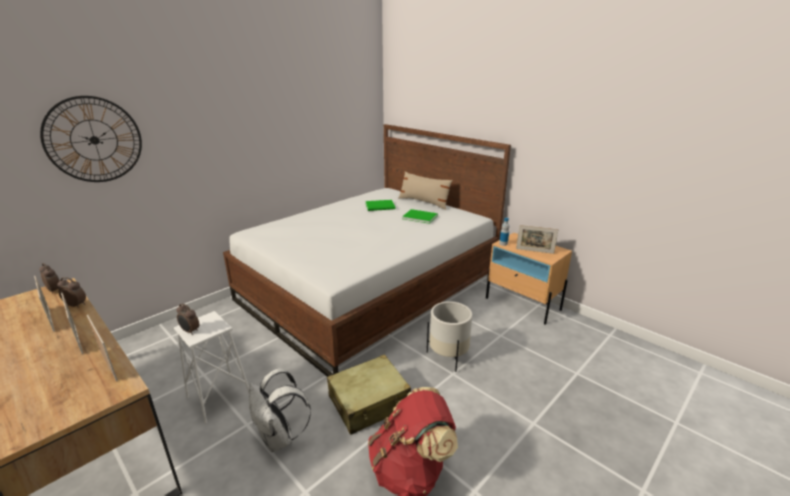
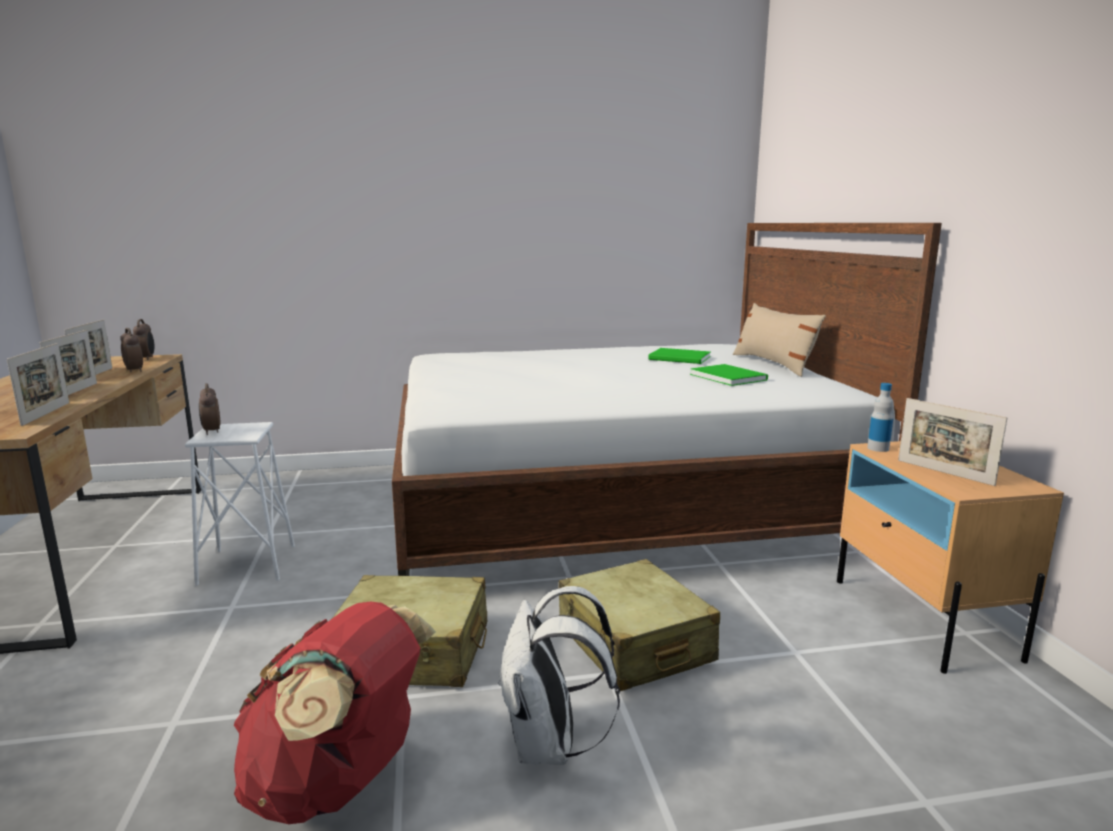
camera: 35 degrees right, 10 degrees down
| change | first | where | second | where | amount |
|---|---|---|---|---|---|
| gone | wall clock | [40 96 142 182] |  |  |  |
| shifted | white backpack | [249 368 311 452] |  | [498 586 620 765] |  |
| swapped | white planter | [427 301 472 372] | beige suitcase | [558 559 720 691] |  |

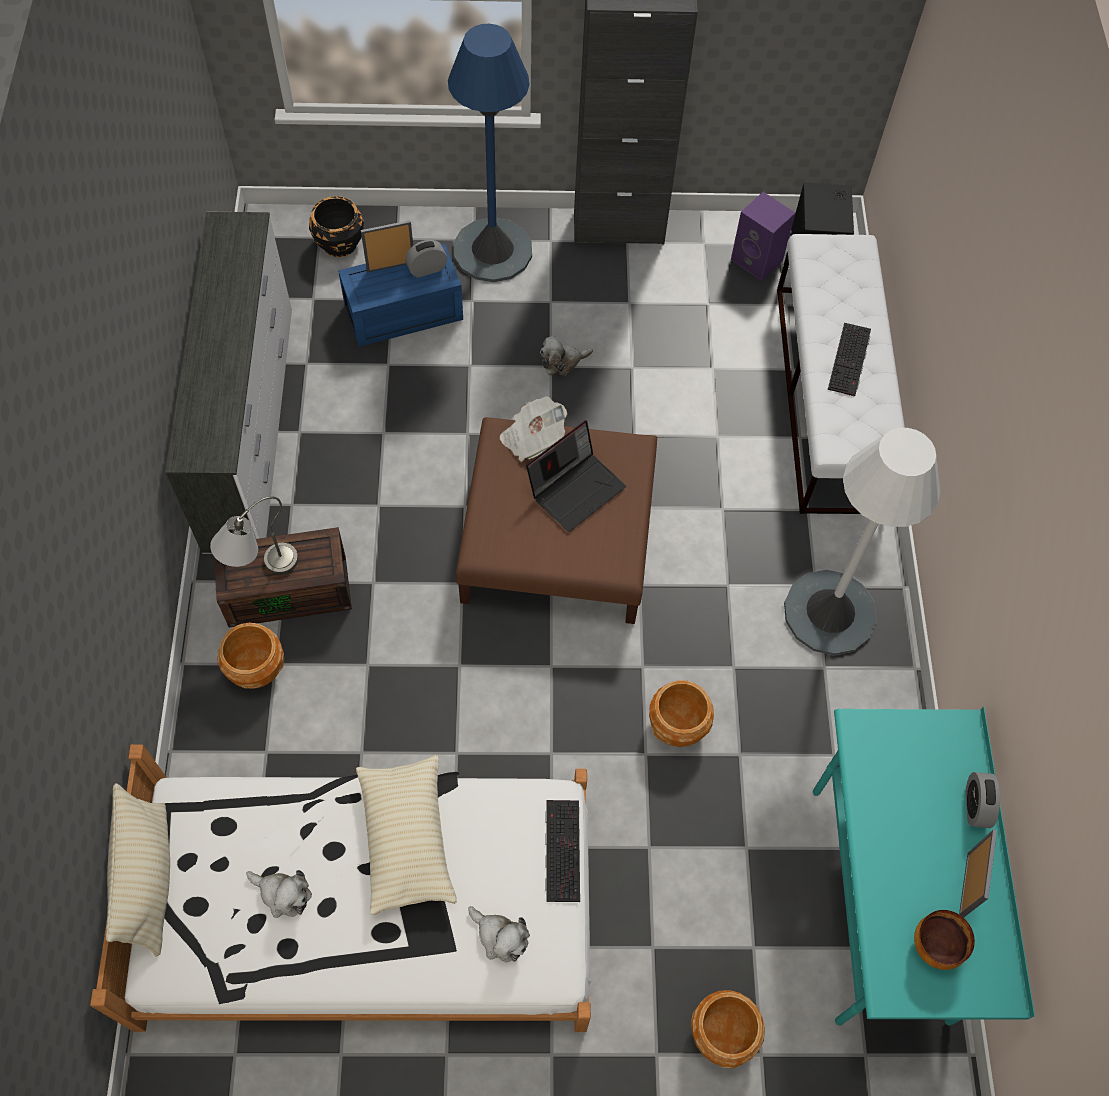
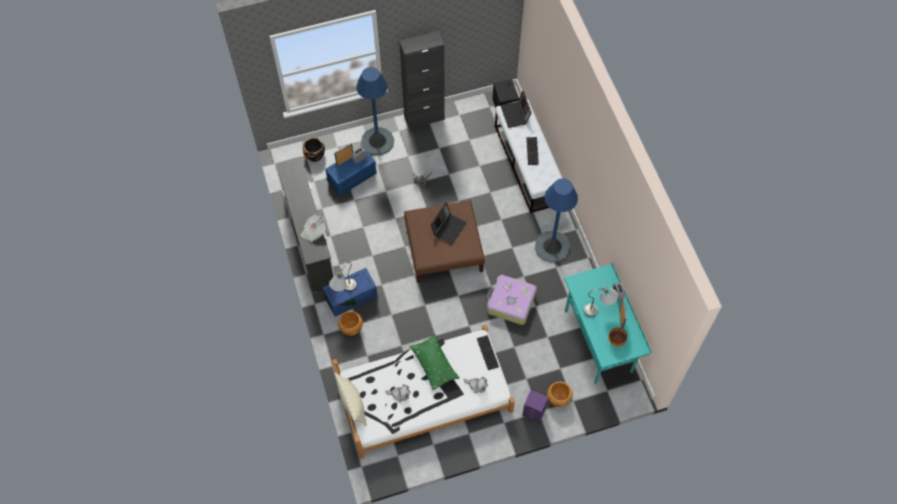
camera: 15 degrees left, 0 degrees up
| change | first | where | second | where | amount |
|---|---|---|---|---|---|
| repainted | brown storage box | [214 527 352 628] | blue storage box | [323 268 378 317] |  |
| repainted | beige pillow | [356 755 457 915] | green pillow | [409 334 459 390] |  |
| shifted | newspaper | [500 397 568 462] |  | [301 215 326 242] |  |
| swapped | brown planter | [649 680 714 747] | suitcase | [487 275 537 325] |  |
| shifted | purple speaker | [731 192 795 281] |  | [522 390 548 423] |  |
| repainted | white floor lamp | [784 428 940 656] | blue floor lamp | [535 178 578 262] |  |
| new |  |  | laptop | [501 91 531 128] |  |
| new |  |  | grey table lamp | [584 287 618 317] |  |

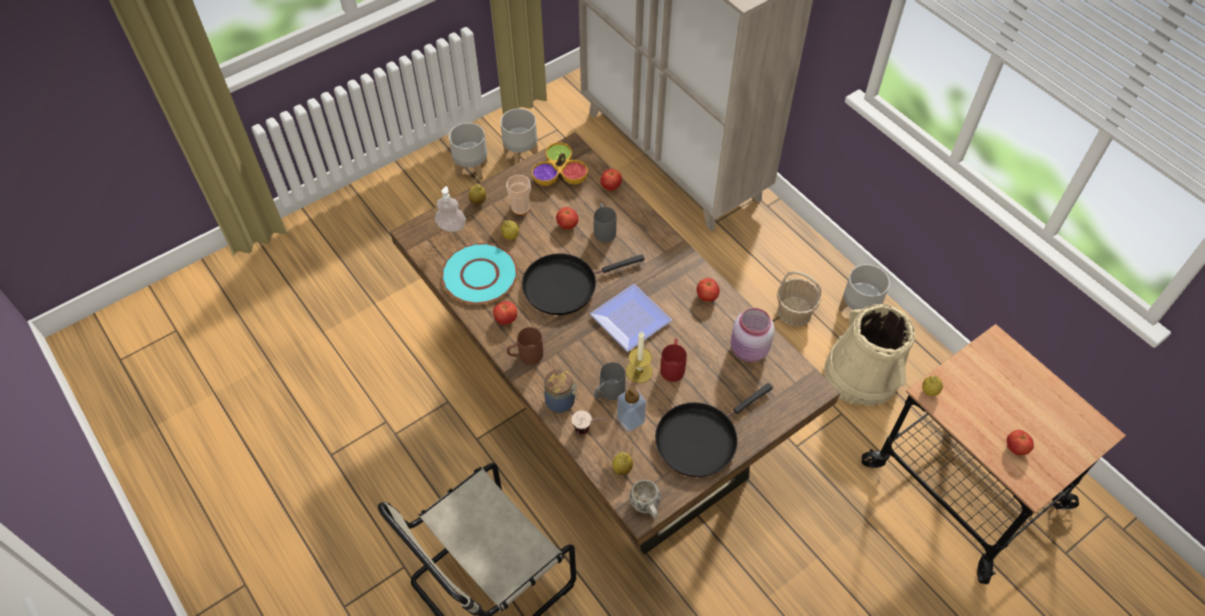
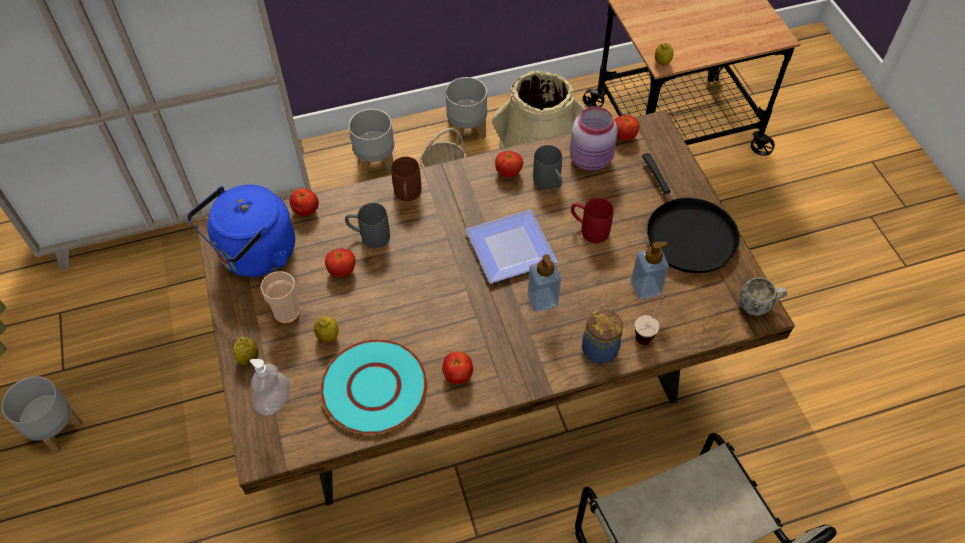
camera: 70 degrees left, 0 degrees up
| change | first | where | second | where | amount |
|---|---|---|---|---|---|
| shifted | grey planter | [500 108 538 164] |  | [349 109 394 177] |  |
| shifted | brown mug | [507 327 543 365] |  | [391 157 421 202] |  |
| gone | black frying pan | [522 253 645 315] |  |  |  |
| swapped | bowl | [532 142 588 186] | blue kettle | [187 185 295 277] |  |
| shifted | grey mug | [594 362 625 400] |  | [533 145 562 190] |  |
| gone | lemon | [613 452 633 475] |  |  |  |
| gone | candle | [626 331 653 383] |  |  |  |
| shifted | tomato | [1007 430 1034 455] |  | [615 115 639 141] |  |
| new |  |  | soap dispenser | [528 254 561 312] |  |

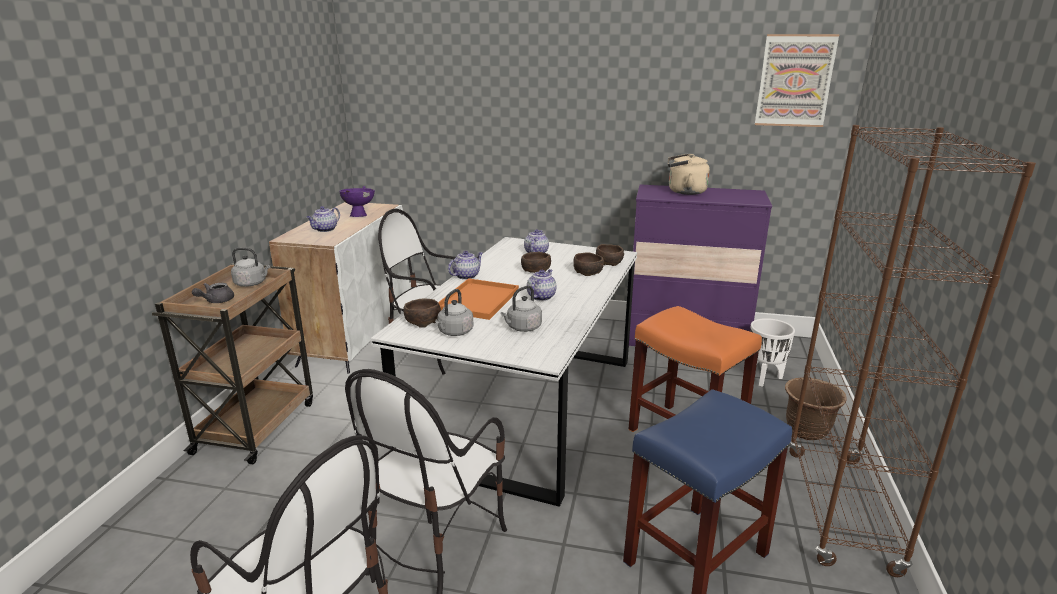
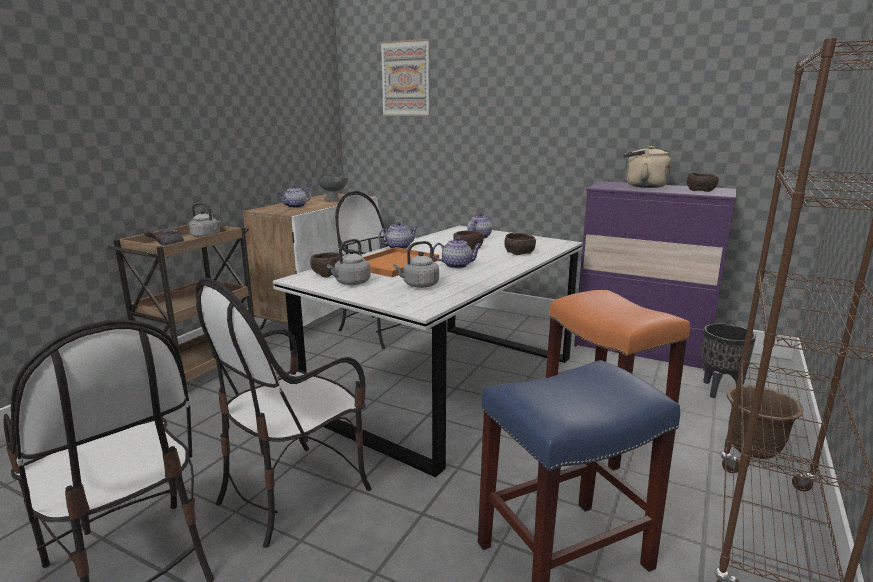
camera: 15 degrees right, 5 degrees down
| change | first | where | second | where | amount |
|---|---|---|---|---|---|
| repainted | purple bowl | [339 186 375 217] | grey bowl | [317 175 348 201] |  |
| rotated | teapot | [527 269 556 301] |  | [433 237 482 269] | 45 degrees clockwise |
| shifted | brown bowl | [596 244 624 266] |  | [687 173 719 192] |  |
| repainted | white planter | [750 318 795 387] | black planter | [701 323 756 398] |  |
| shifted | picture | [755 34 840 127] |  | [380 39 430 116] |  |

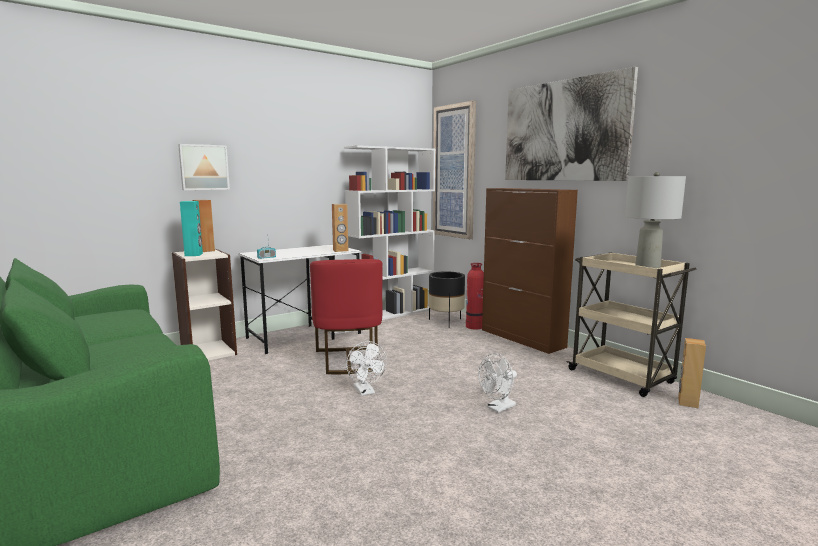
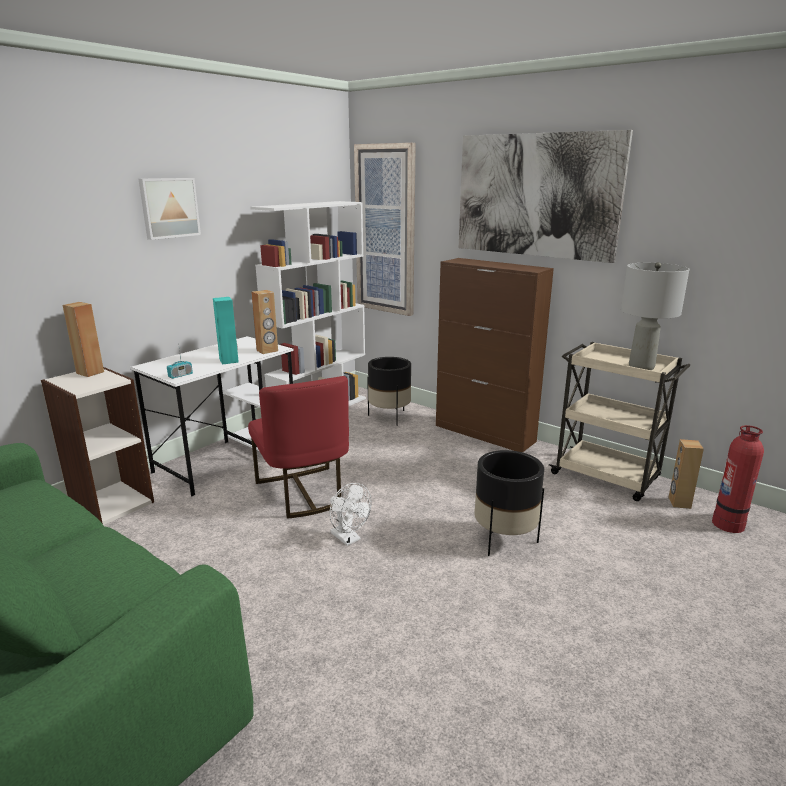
camera: 15 degrees left, 10 degrees up
| change | first | where | second | where | amount |
|---|---|---|---|---|---|
| shifted | picture | [178 144 230 190] |  | [138 178 201 240] |  |
| shifted | turquoise speaker | [180 201 203 256] |  | [213 297 239 365] |  |
| shifted | fire extinguisher | [466 263 484 329] |  | [712 425 764 533] |  |
| swapped | white fan | [479 353 517 413] | black planter | [474 450 544 556] |  |

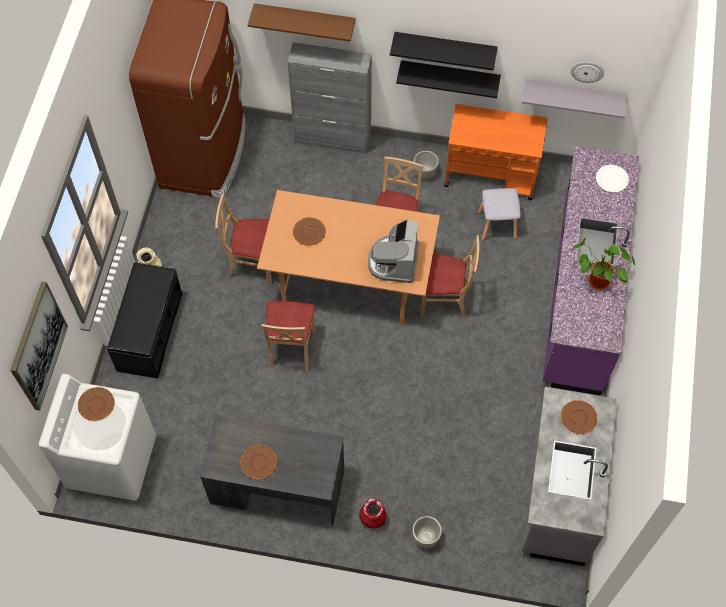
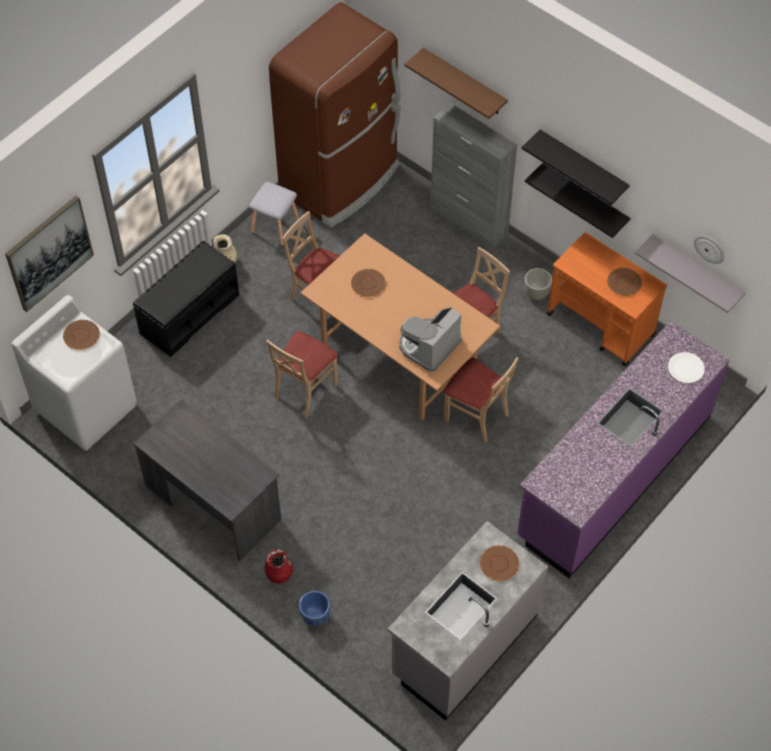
camera: 30 degrees right, 5 degrees down
| change | first | where | second | where | amount |
|---|---|---|---|---|---|
| shifted | brown plate | [241 445 277 479] |  | [607 268 642 296] |  |
| repainted | grey planter | [412 516 442 548] | blue planter | [299 591 330 626] |  |
| shifted | grey stool | [478 188 521 242] |  | [249 182 299 246] |  |
| gone | potted plant | [573 237 635 290] |  |  |  |

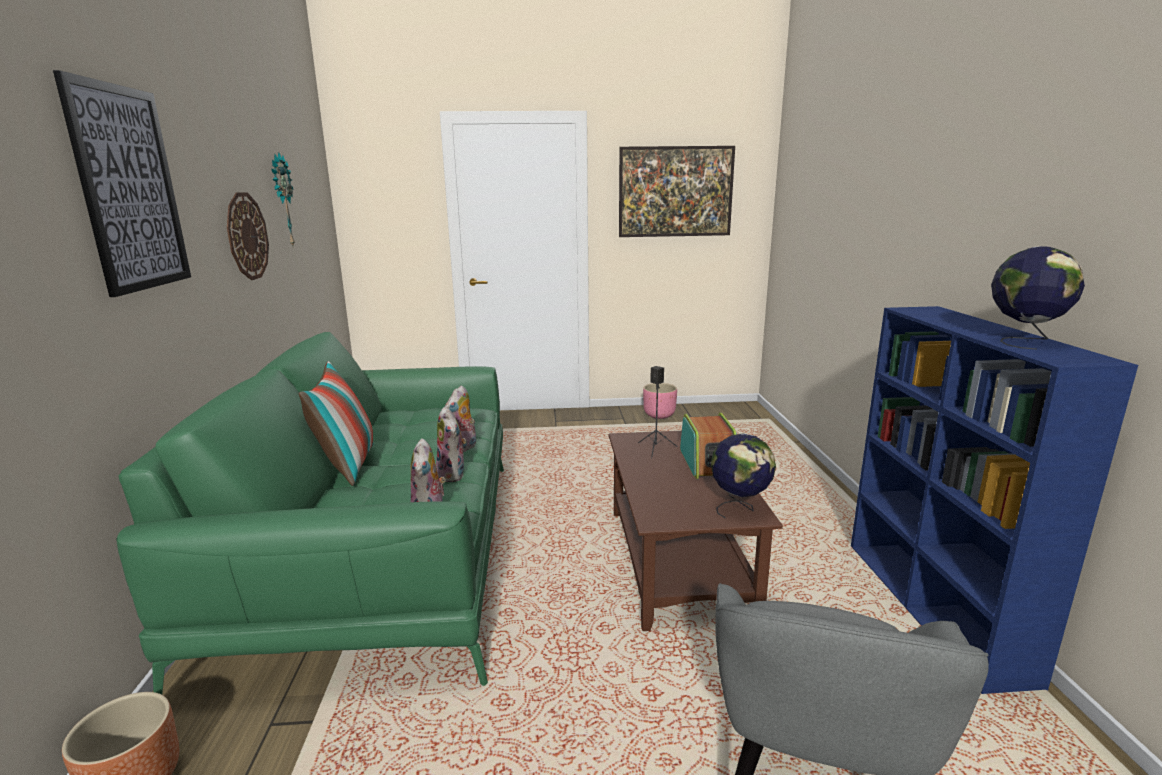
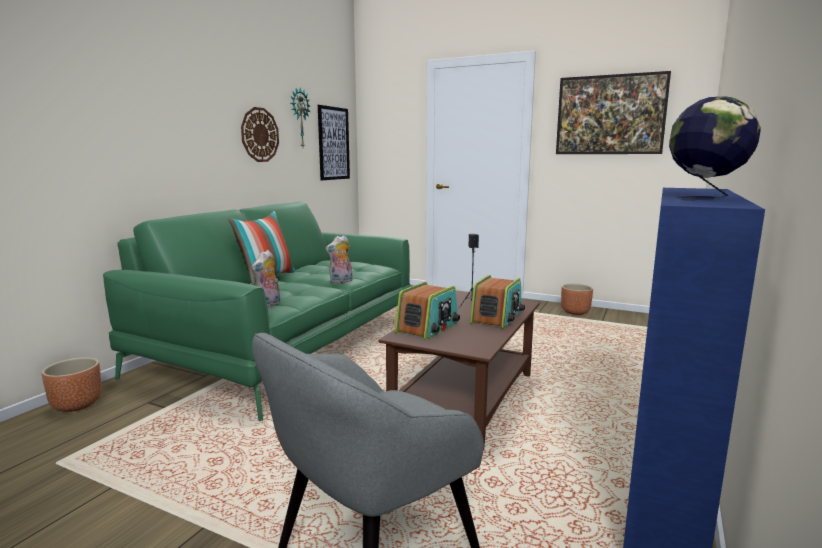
camera: 30 degrees right, 5 degrees down
| change | first | where | second | where | amount |
|---|---|---|---|---|---|
| shifted | picture | [53 70 191 297] |  | [318 105 350 180] |  |
| gone | plush toy | [436 407 467 482] |  |  |  |
| repainted | pink planter | [643 383 677 419] | brown planter | [561 284 593 315] |  |
| gone | globe | [711 433 776 518] |  |  |  |
| new |  |  | radio | [395 282 460 340] |  |

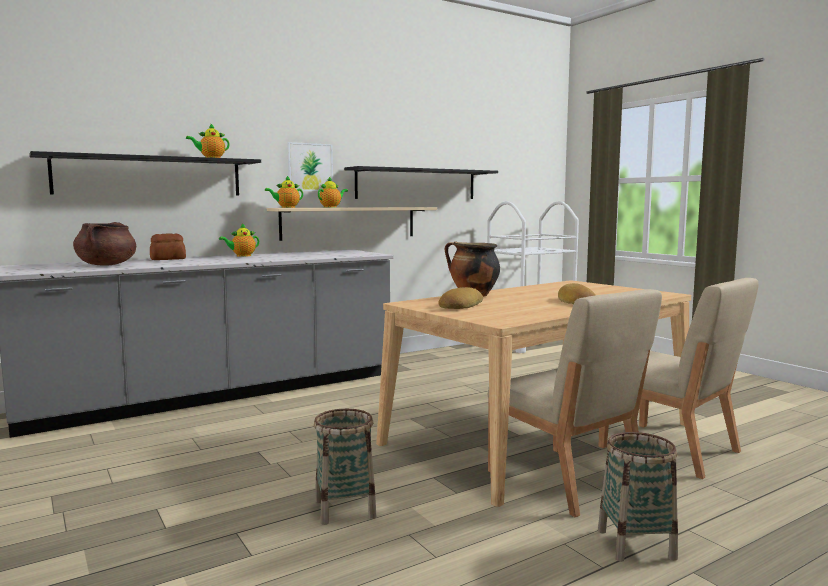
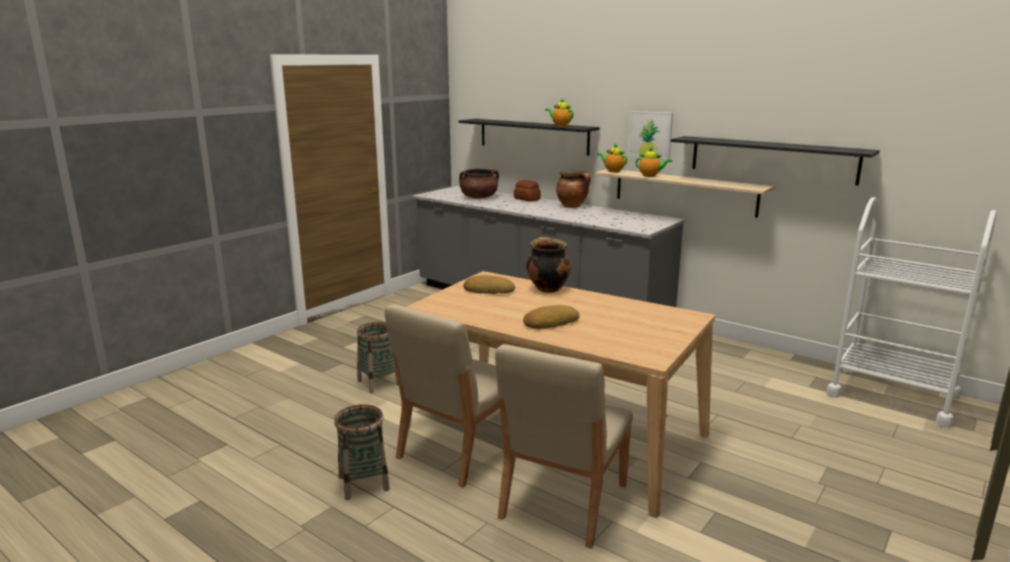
camera: 70 degrees right, 10 degrees up
| change | first | where | second | where | amount |
|---|---|---|---|---|---|
| swapped | teapot | [219 223 259 257] | cooking pot | [556 171 591 208] |  |

